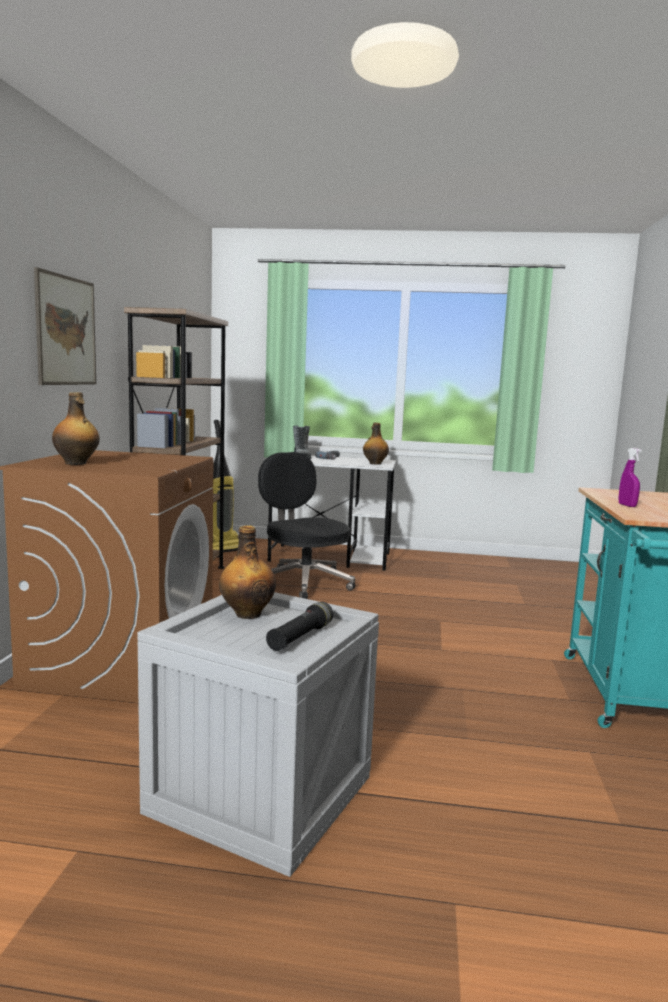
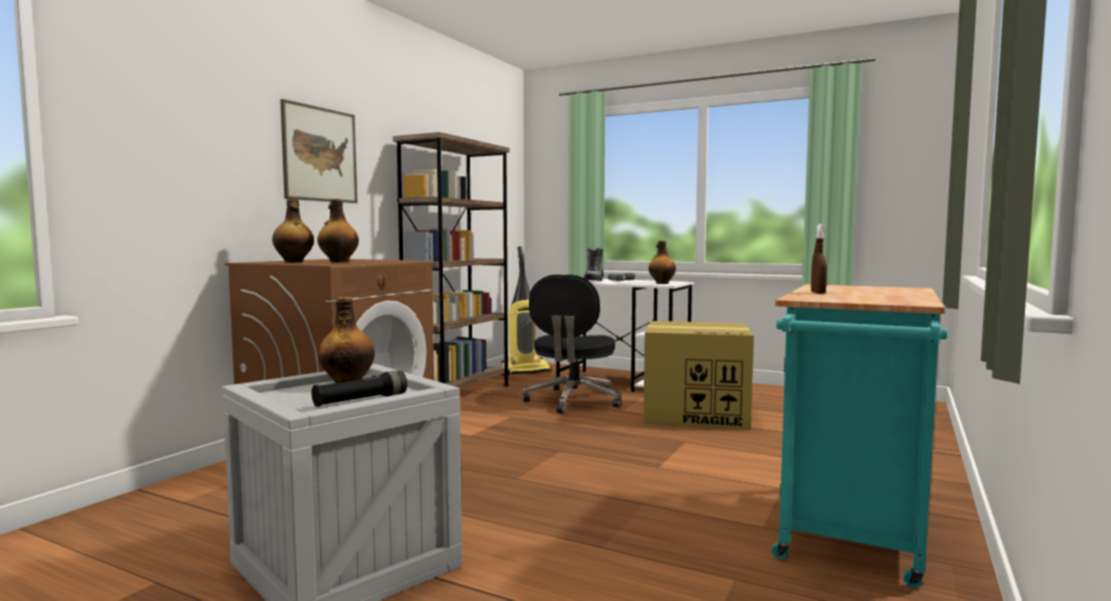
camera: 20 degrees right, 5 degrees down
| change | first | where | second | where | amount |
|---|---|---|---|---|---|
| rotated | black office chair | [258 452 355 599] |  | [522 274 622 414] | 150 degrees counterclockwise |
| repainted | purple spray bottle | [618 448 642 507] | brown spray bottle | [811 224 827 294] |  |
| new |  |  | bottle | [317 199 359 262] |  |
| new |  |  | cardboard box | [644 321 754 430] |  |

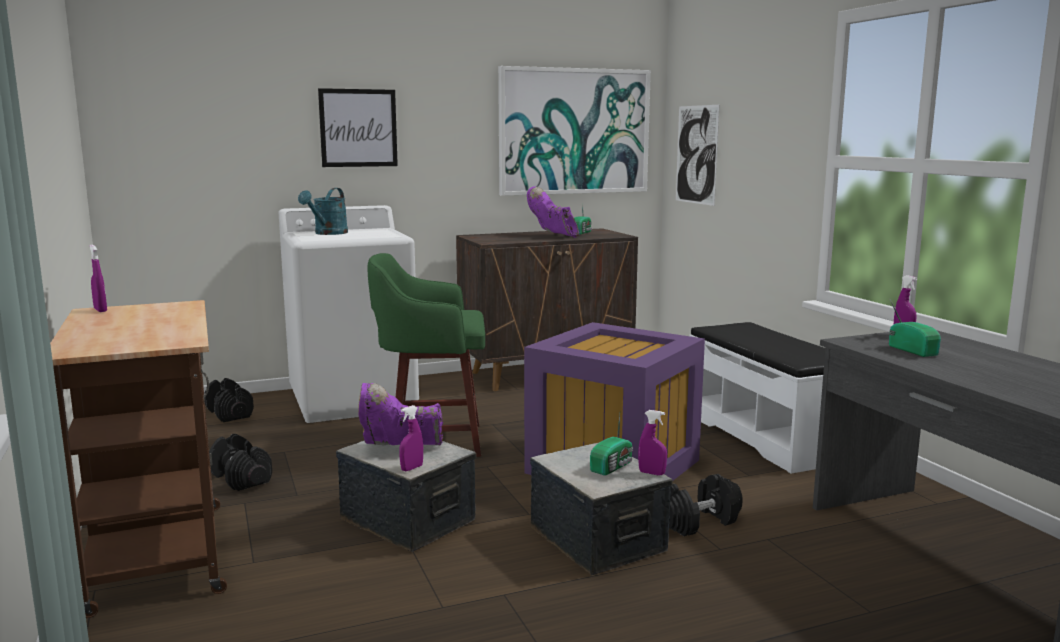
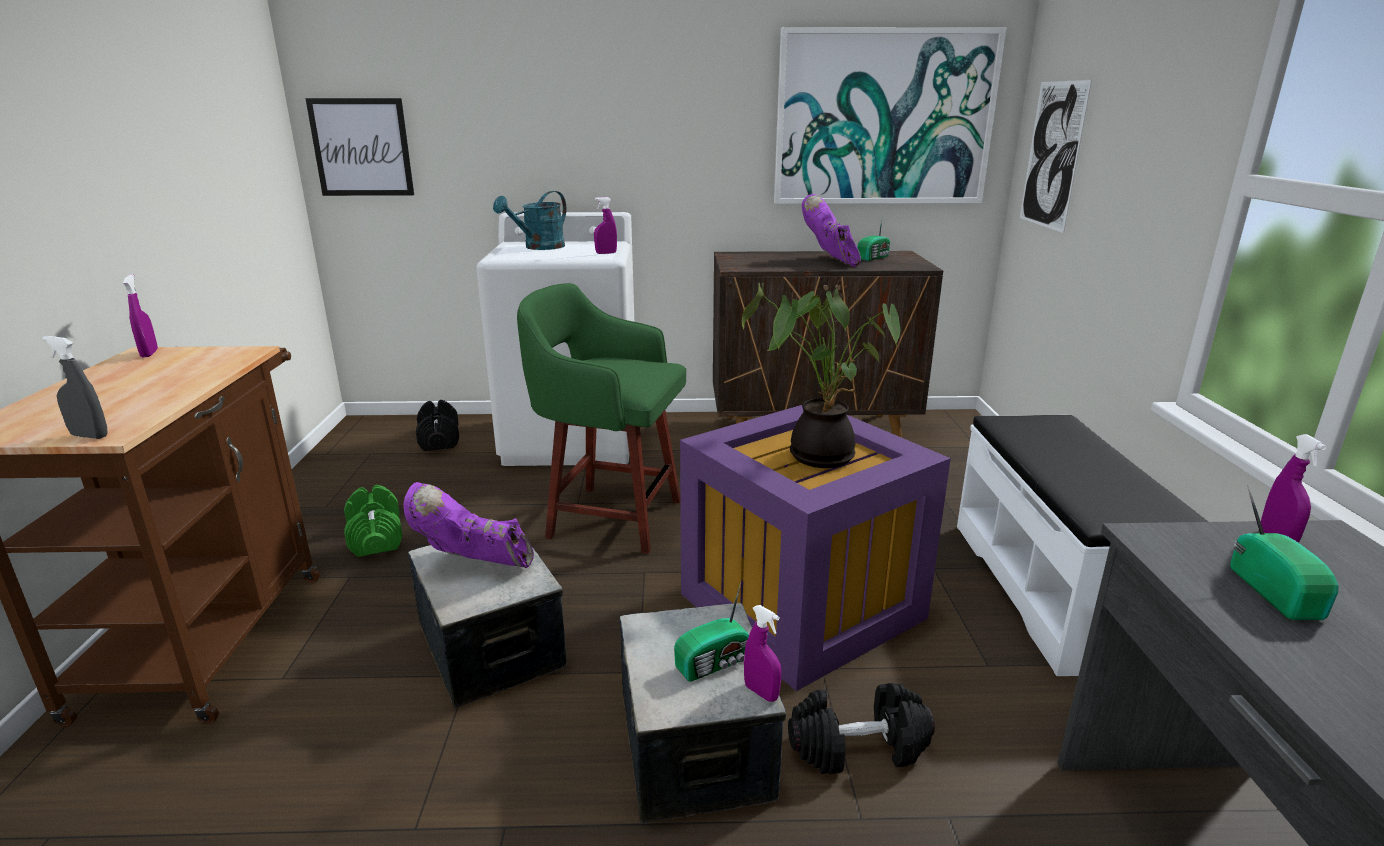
camera: 20 degrees right, 10 degrees up
| change | first | where | second | where | amount |
|---|---|---|---|---|---|
| repainted | black dumbbell | [209 434 272 491] | green dumbbell | [344 485 403 557] |  |
| shifted | picture | [318 88 398 167] |  | [305 98 414 196] |  |
| shifted | purple spray bottle | [399 405 423 471] |  | [594 197 617 254] |  |
| new |  |  | grey spray bottle | [42 336 108 439] |  |
| new |  |  | potted plant | [742 283 900 468] |  |

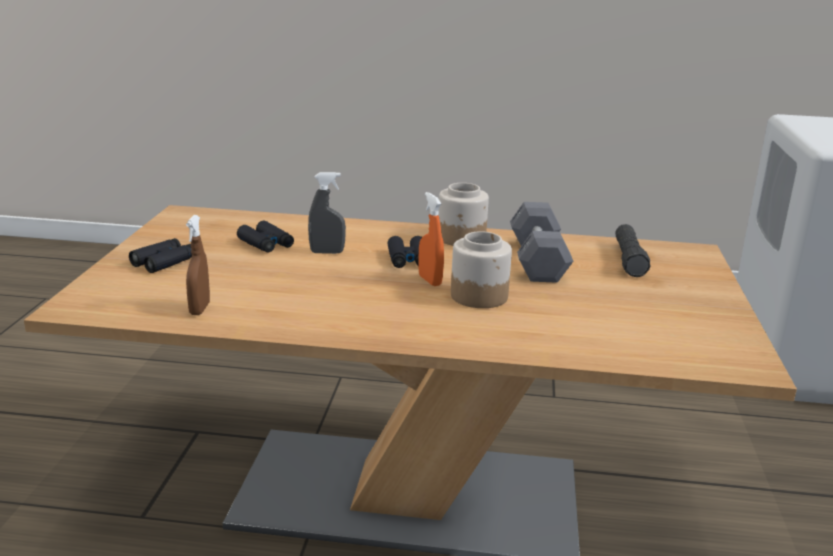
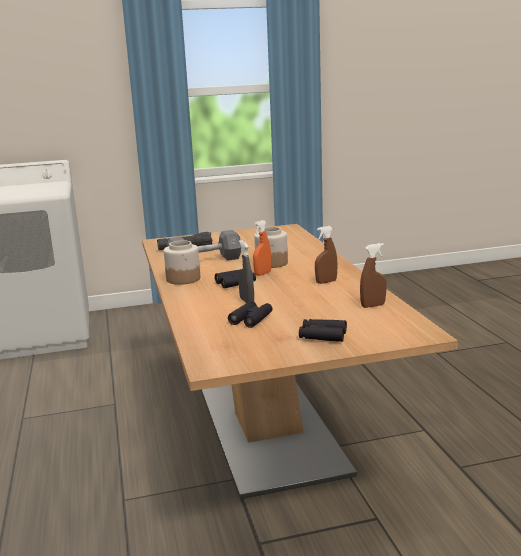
camera: 110 degrees left, 5 degrees down
| change | first | where | second | where | amount |
|---|---|---|---|---|---|
| new |  |  | brown spray bottle | [315 226 338 284] |  |

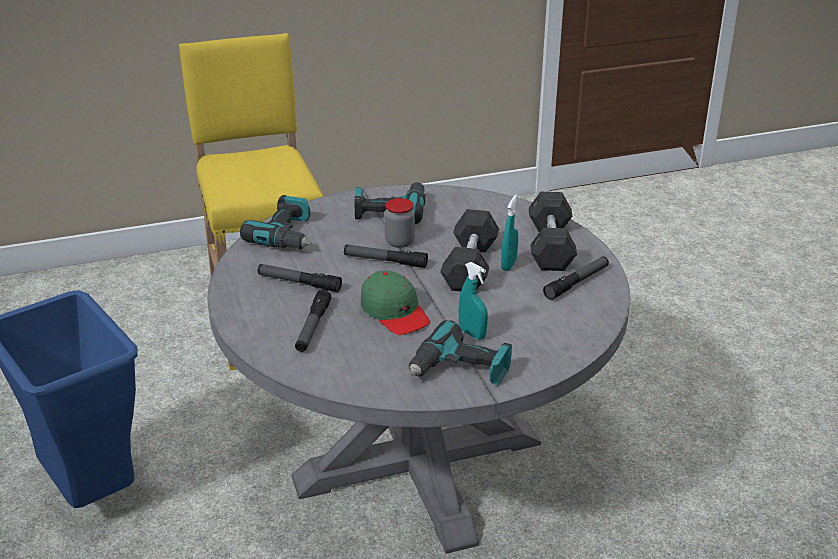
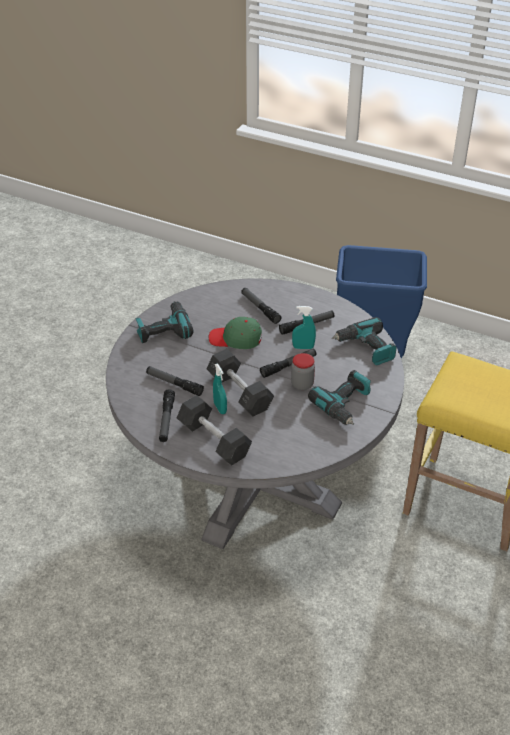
camera: 135 degrees right, 10 degrees up
| change | first | where | second | where | amount |
|---|---|---|---|---|---|
| shifted | turquoise spray bottle | [458 262 488 340] |  | [292 306 316 349] |  |
| new |  |  | flashlight | [146 366 204 396] |  |

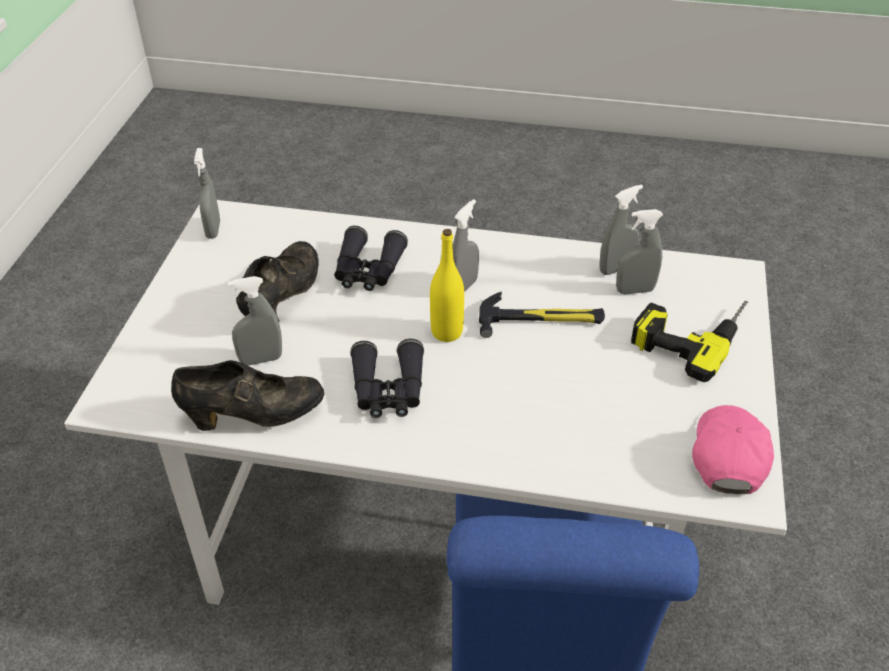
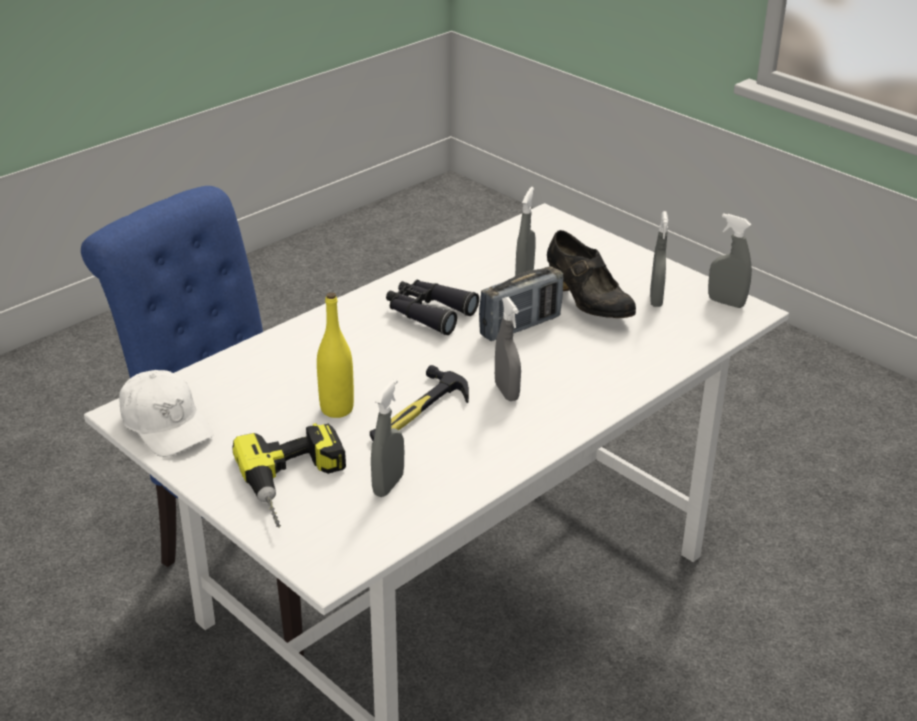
camera: 125 degrees right, 10 degrees down
| change | first | where | second | where | amount |
|---|---|---|---|---|---|
| gone | black shoe | [171 360 324 431] |  |  |  |
| gone | black binoculars | [334 226 408 291] |  |  |  |
| shifted | yellow bottle | [430 229 464 342] |  | [317 292 354 418] |  |
| shifted | grey spray bottle | [600 184 643 275] |  | [650 211 668 307] |  |
| repainted | pink cap | [692 405 774 494] | white cap | [119 370 214 457] |  |
| new |  |  | radio | [479 266 563 341] |  |

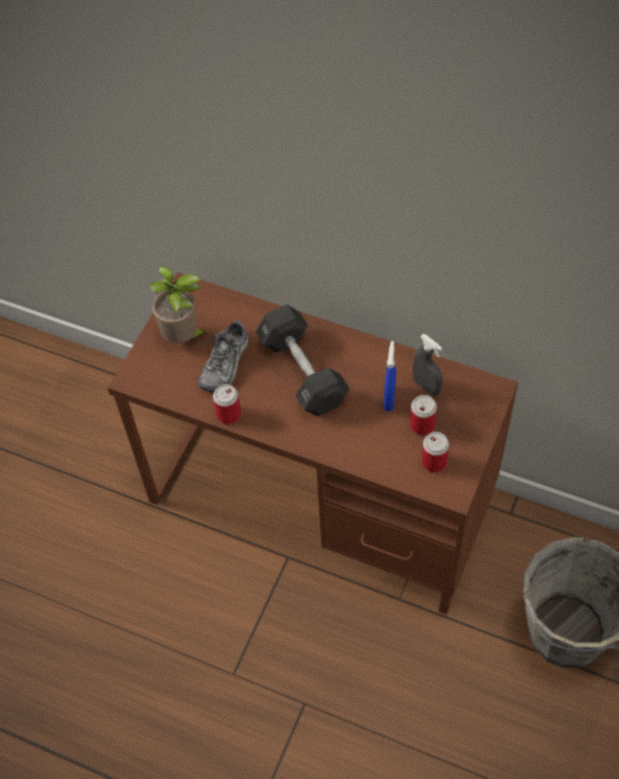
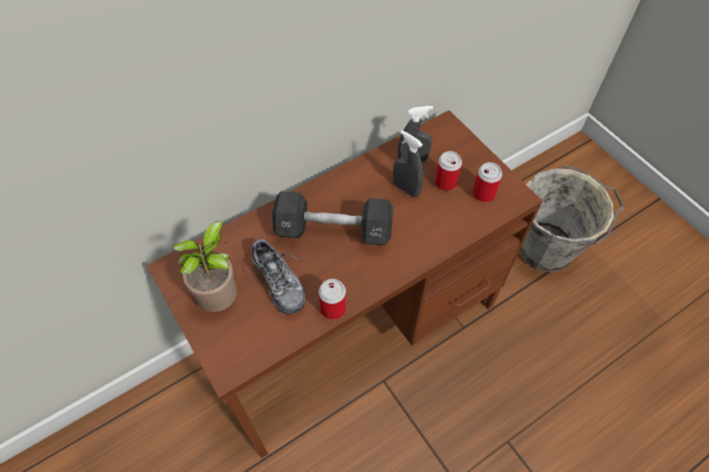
camera: 60 degrees left, 0 degrees up
| change | first | where | second | where | amount |
|---|---|---|---|---|---|
| repainted | blue spray bottle | [383 341 396 412] | grey spray bottle | [393 130 424 197] |  |

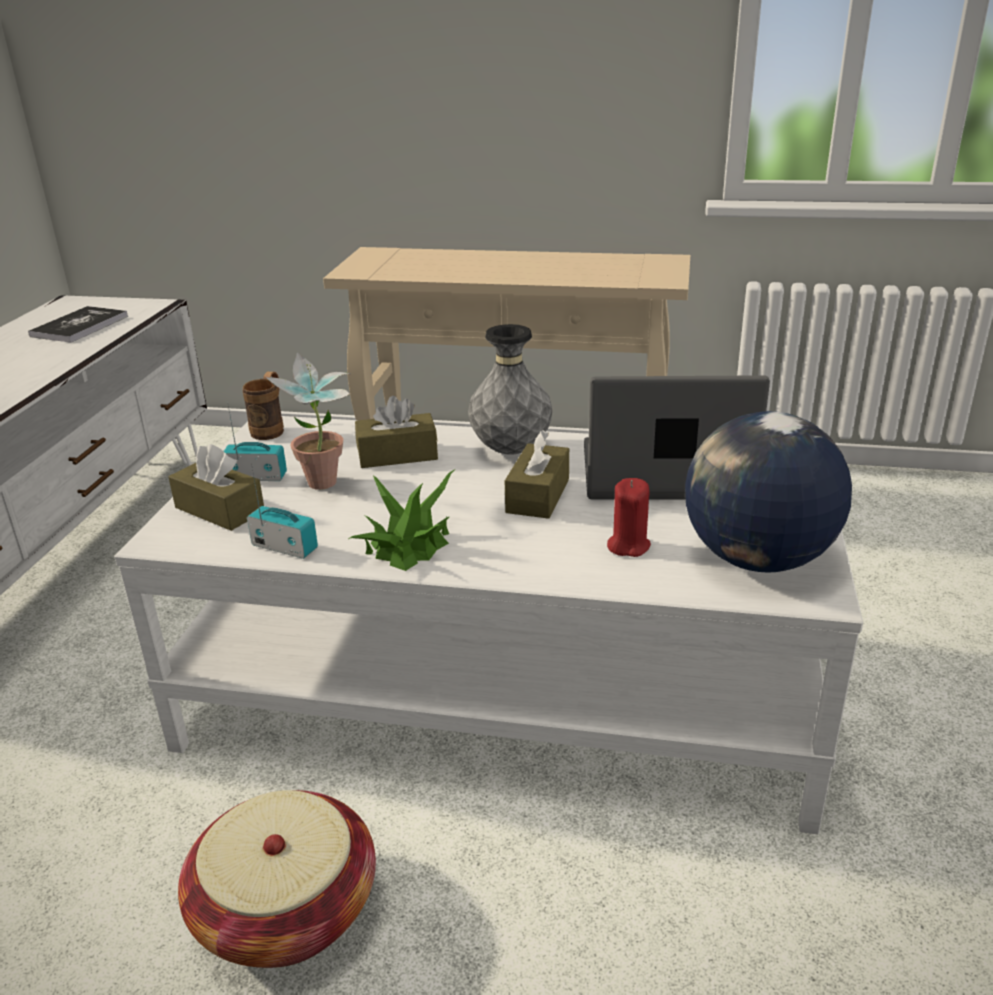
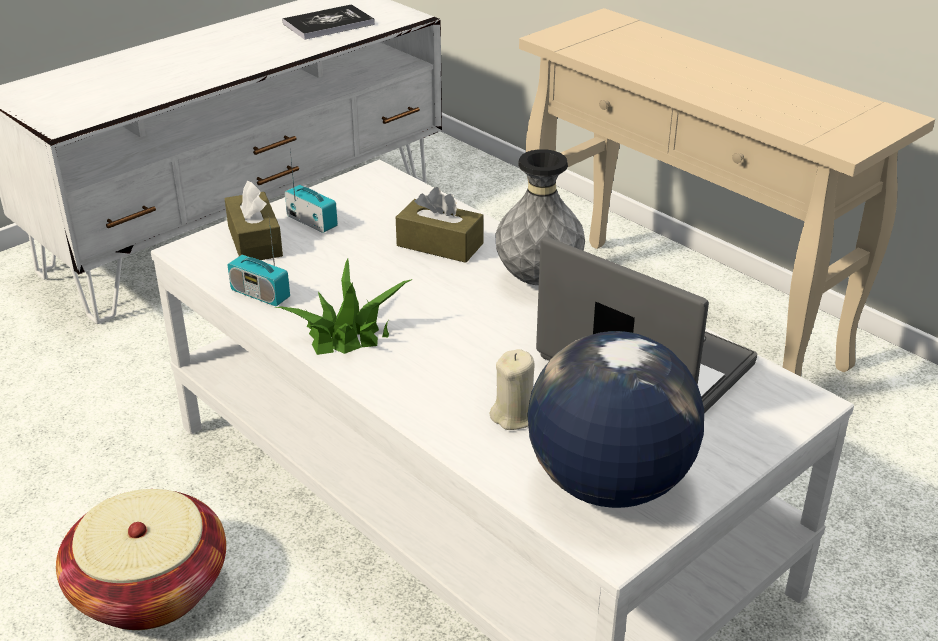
camera: 35 degrees right, 5 degrees up
| change | first | where | second | where | amount |
|---|---|---|---|---|---|
| gone | brown mug | [243 372 284 440] |  |  |  |
| rotated | radio | [247 463 318 559] |  | [228 220 290 306] | 150 degrees clockwise |
| gone | potted plant | [266 352 350 490] |  |  |  |
| gone | brown tissue box | [505 430 569 519] |  |  |  |
| repainted | red candle | [607 478 651 557] | beige candle | [489 349 534 430] |  |

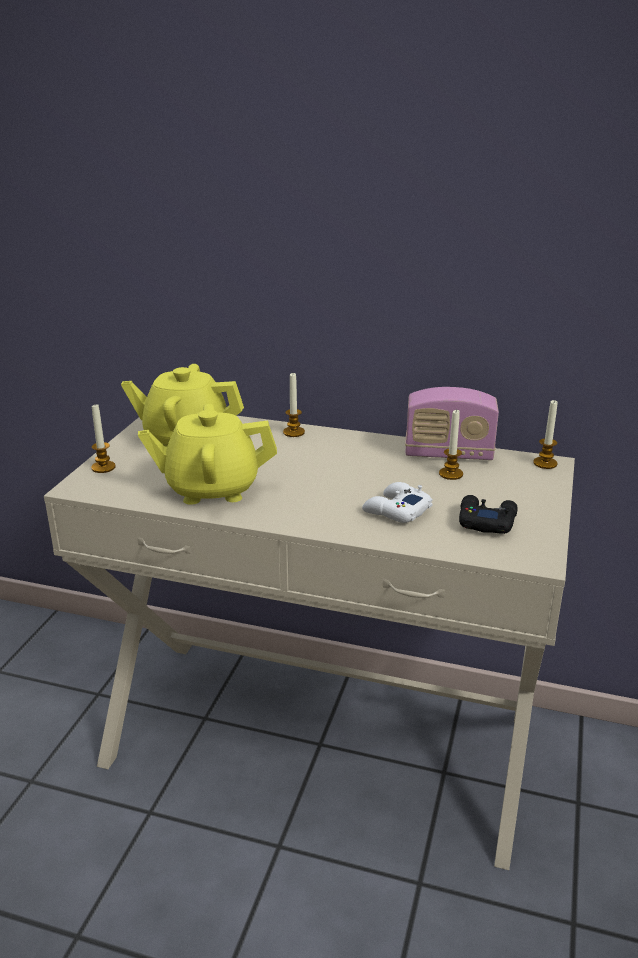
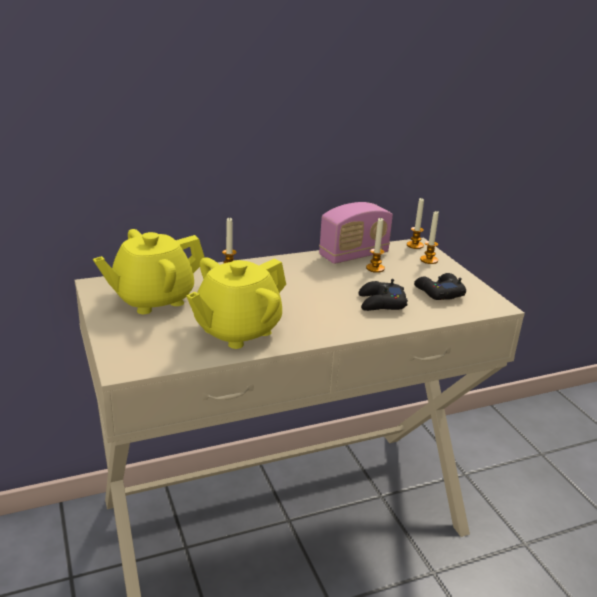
camera: 40 degrees left, 0 degrees up
| change | first | where | second | where | amount |
|---|---|---|---|---|---|
| shifted | candle | [91 404 116 473] |  | [420 210 439 264] |  |
| repainted | white game controller | [362 482 433 523] | black game controller | [359 279 408 311] |  |

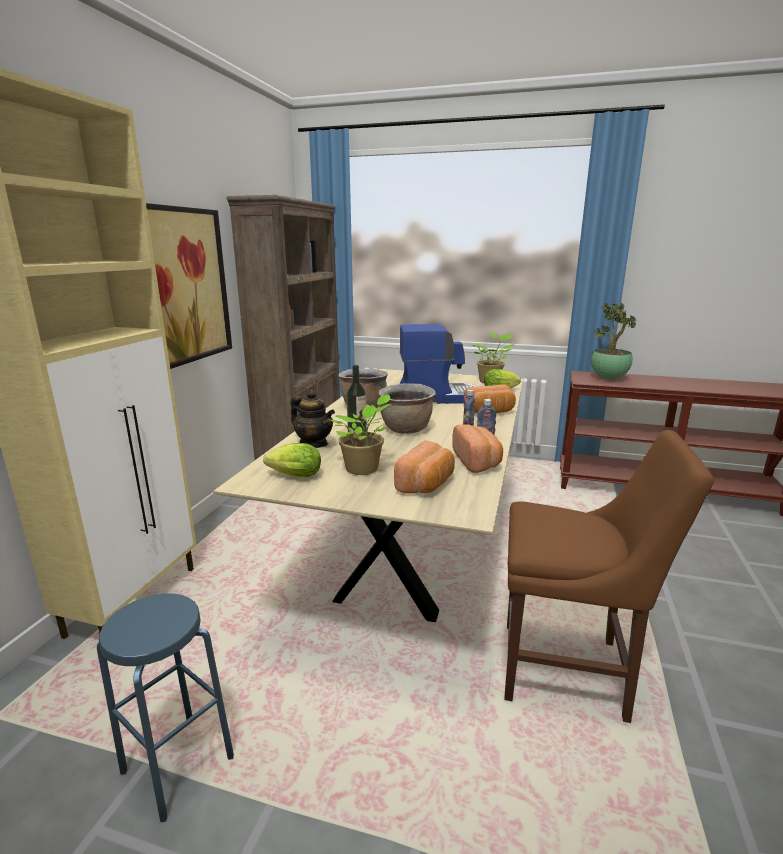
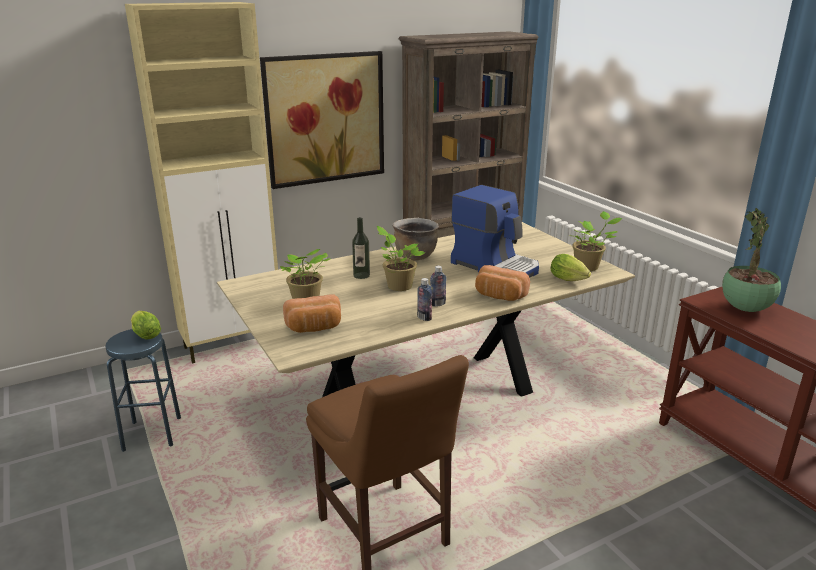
camera: 45 degrees right, 5 degrees up
| change | first | where | second | where | amount |
|---|---|---|---|---|---|
| shifted | lettuce | [263 443 321 477] |  | [131 311 161 339] |  |
| gone | teapot | [290 390 335 448] |  |  |  |
| swapped | brown cooking pot | [379 383 436 434] | potted plant | [377 226 425 291] |  |
| gone | bread | [452 424 503 473] |  |  |  |

